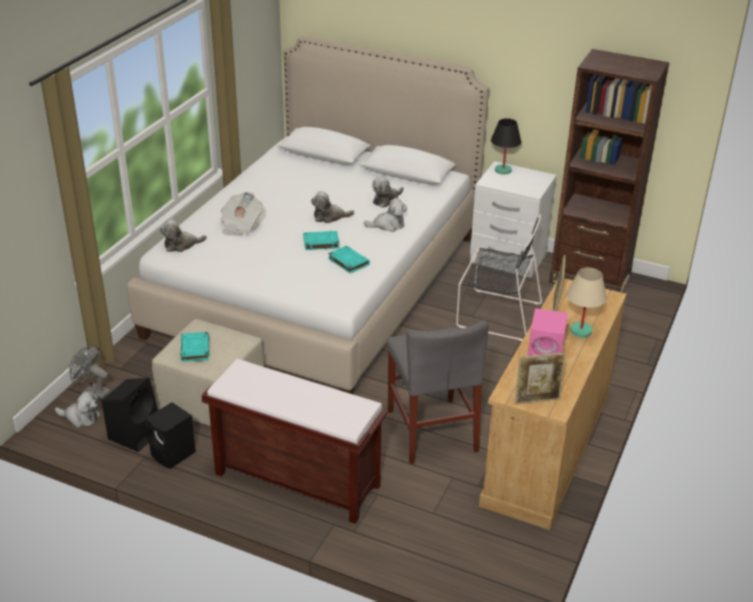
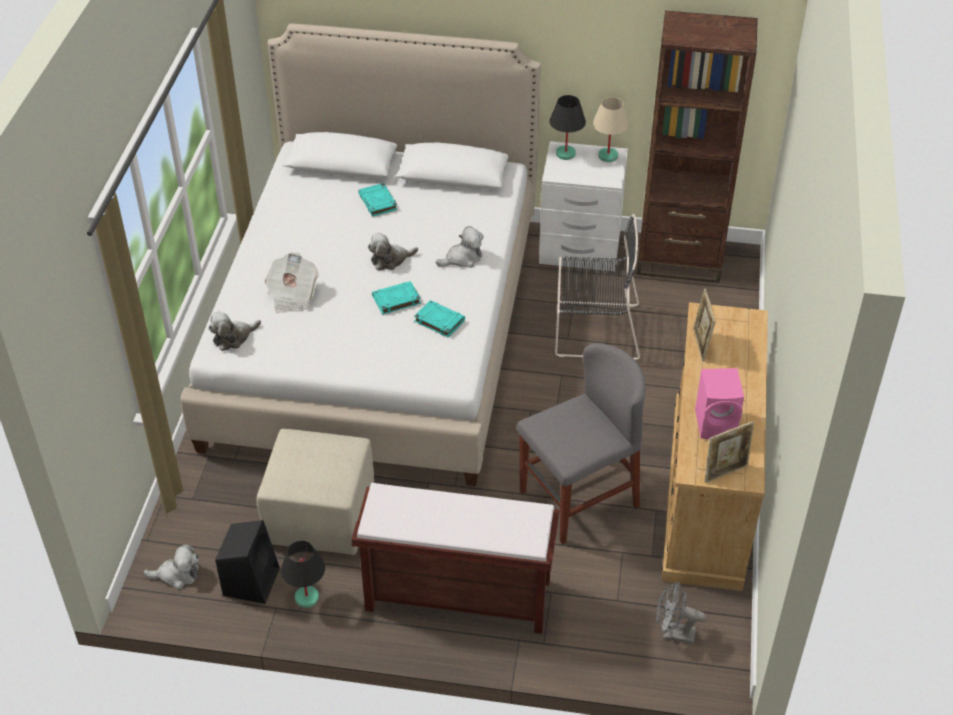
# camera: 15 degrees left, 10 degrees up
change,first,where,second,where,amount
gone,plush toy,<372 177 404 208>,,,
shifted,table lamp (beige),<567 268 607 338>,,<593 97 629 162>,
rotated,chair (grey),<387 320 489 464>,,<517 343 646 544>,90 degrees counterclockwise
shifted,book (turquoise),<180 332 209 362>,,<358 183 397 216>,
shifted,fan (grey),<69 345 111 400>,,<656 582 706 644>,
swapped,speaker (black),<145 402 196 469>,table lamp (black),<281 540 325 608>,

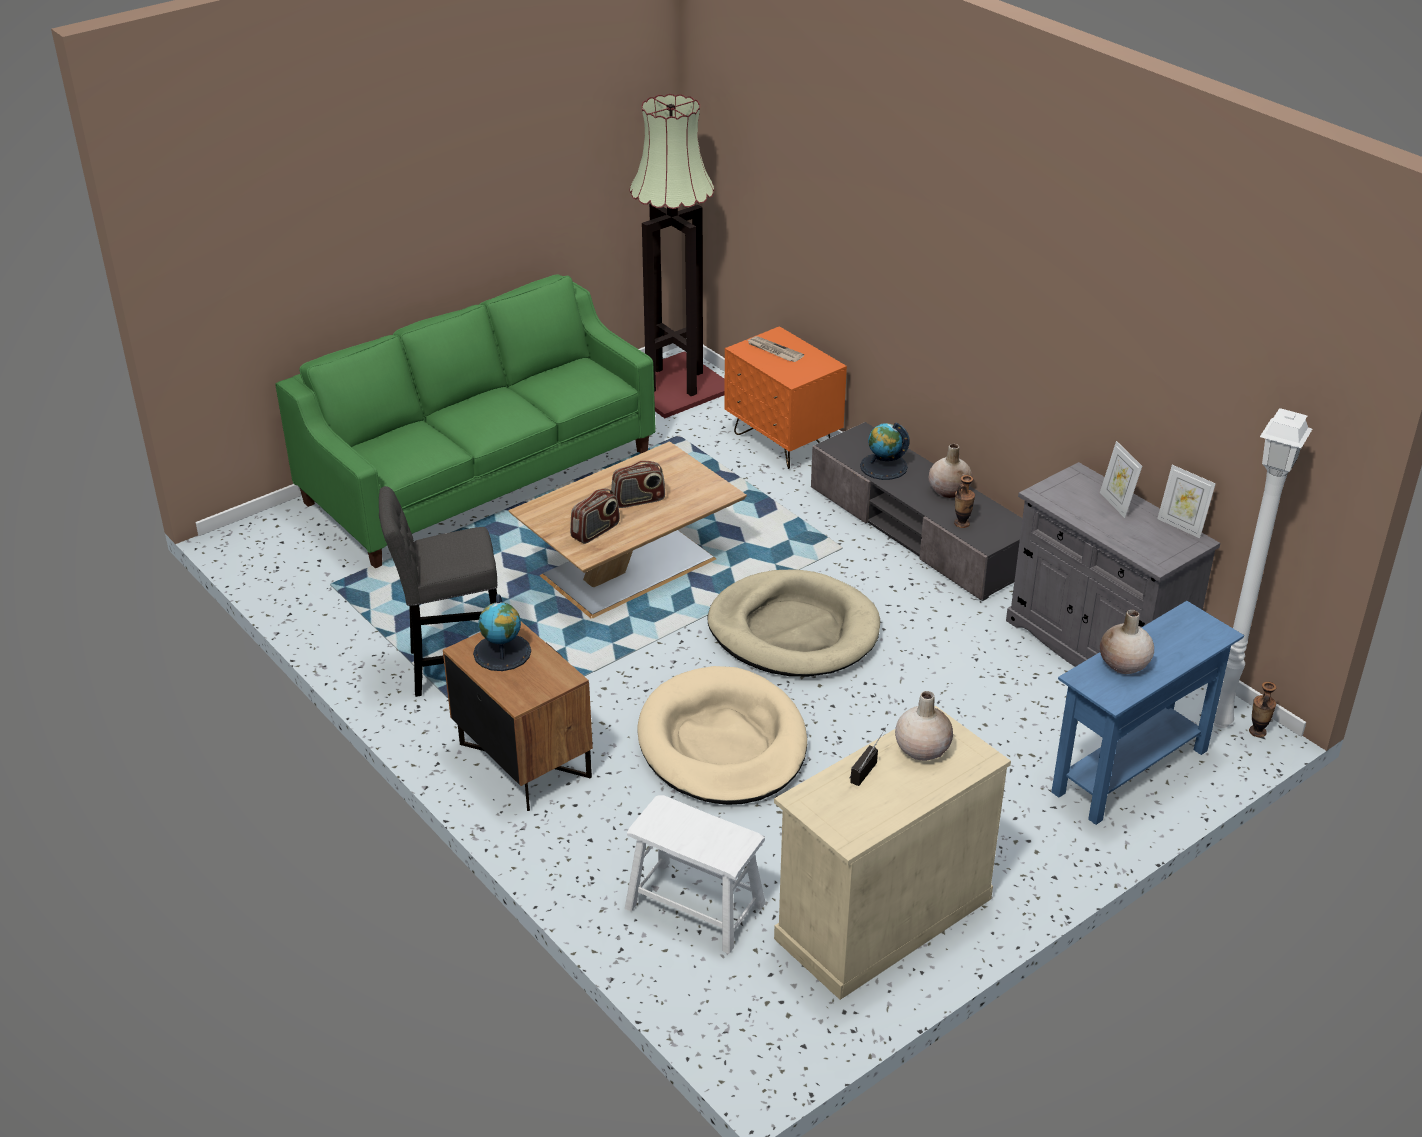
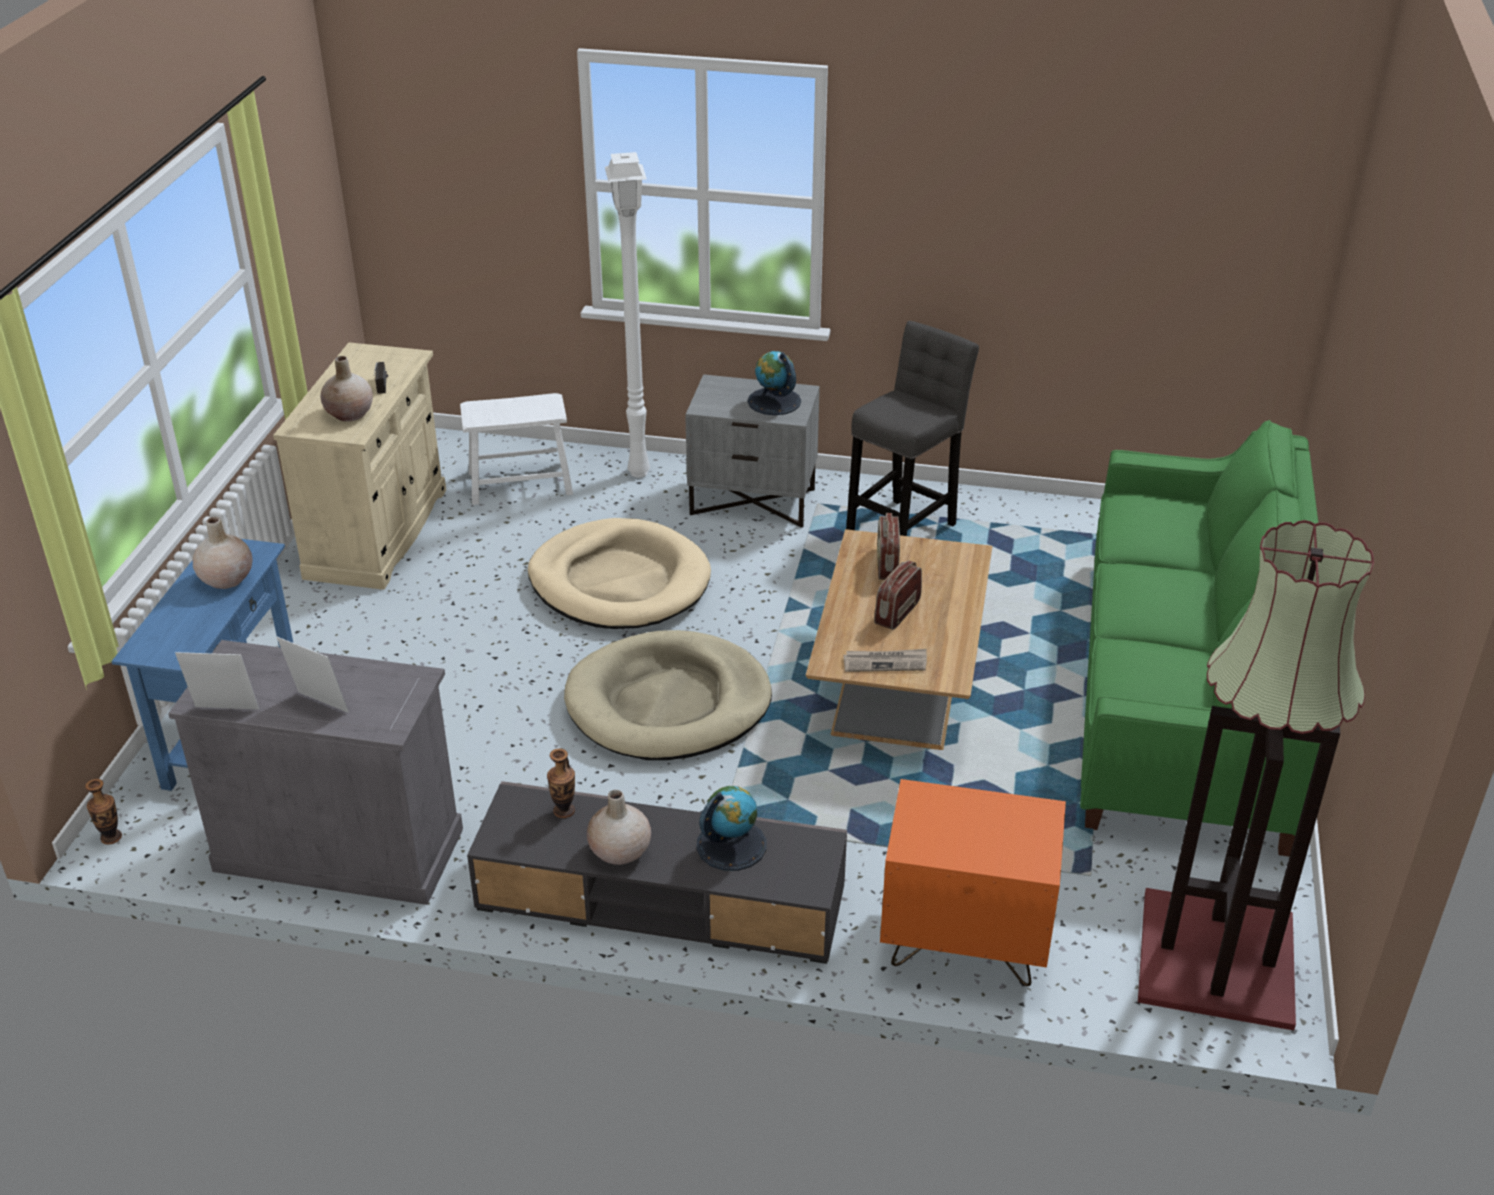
# camera: 140 degrees right, 0 degrees up
change,first,where,second,where,amount
shifted,newspaper,<747 336 804 362>,,<843 649 927 672>,
shifted,floor lamp (white),<1213 408 1312 728>,,<605 152 650 477>,
repainted,nightstand (brown),<443 622 593 811>,nightstand (grey),<685 374 820 528>,

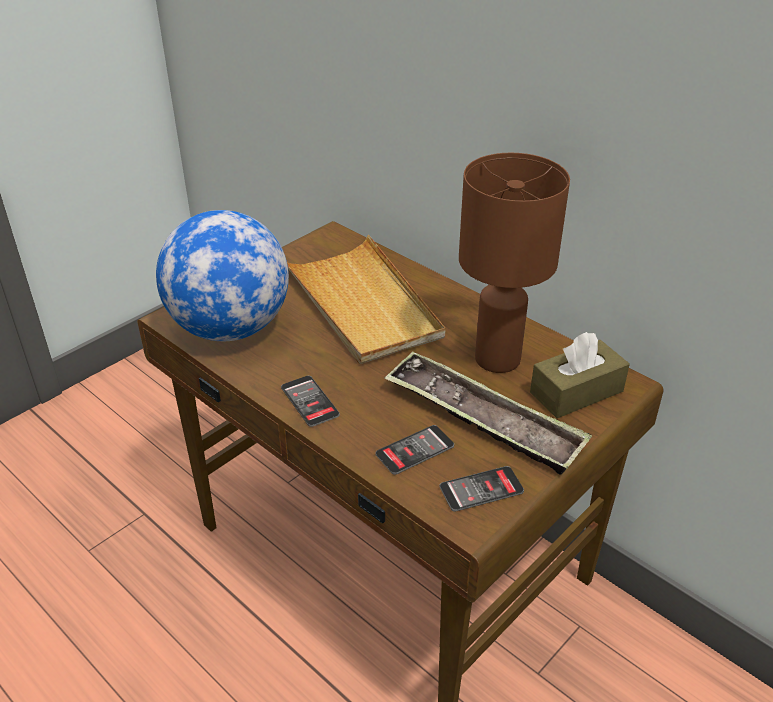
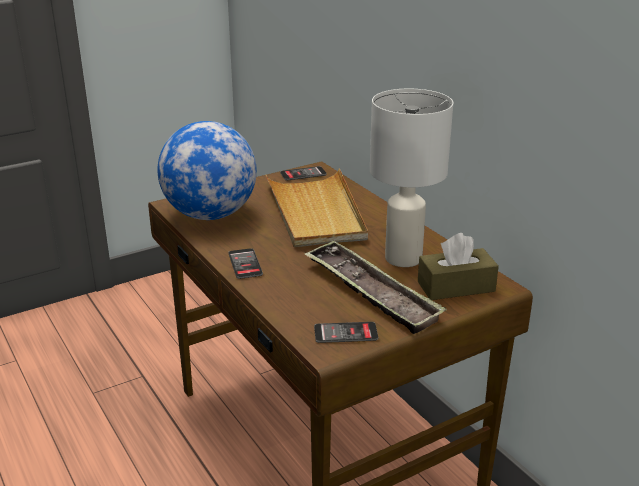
# camera: 15 degrees right, 10 degrees down
change,first,where,second,where,amount
repainted,table lamp (brown),<459 153 570 373>,table lamp (white),<370 89 453 267>,
shifted,phone,<375 425 454 475>,,<280 166 327 181>,

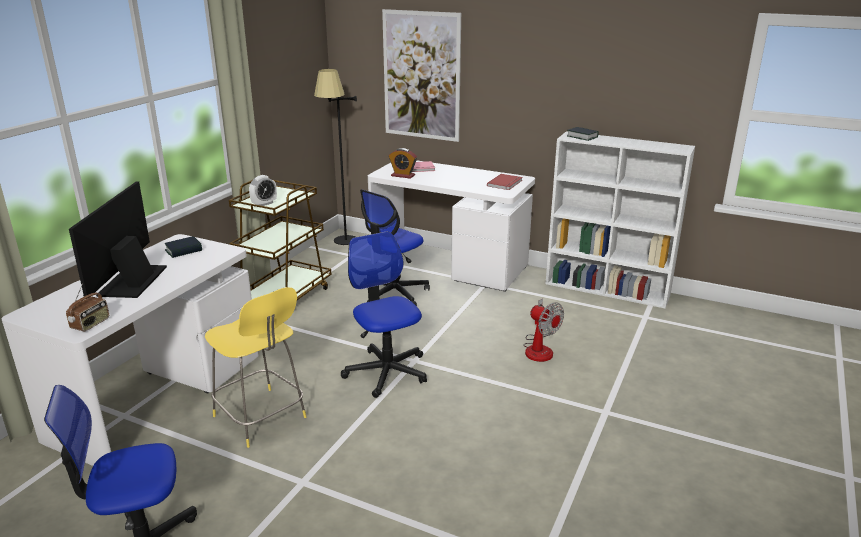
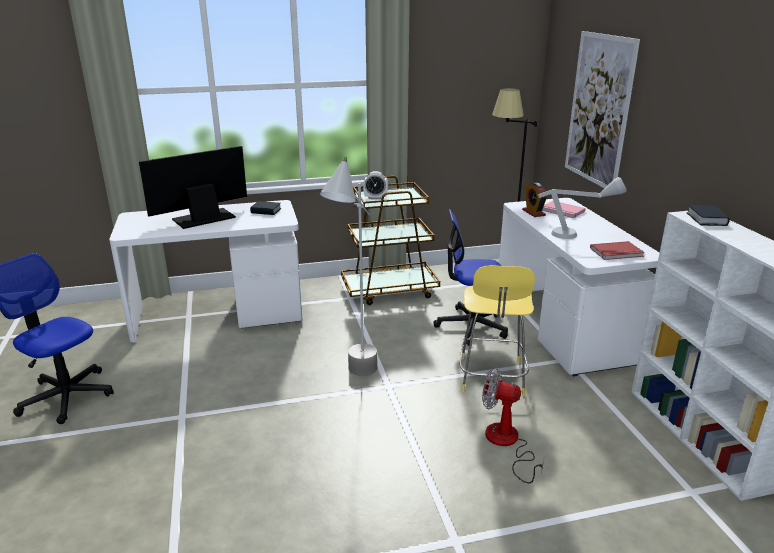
# camera: 50 degrees right, 0 degrees up
change,first,where,second,where,amount
swapped,office chair,<341 232 427 398>,floor lamp (grey),<320 157 377 376>,
gone,radio,<66 283 109 332>,,,
shifted,stool (yellow),<205 287 307 448>,,<460 265 535 396>,
rotated,fan,<523 298 564 362>,,<482 368 545 483>,105 degrees clockwise
new,,,table lamp (grey),<538 177 627 239>,

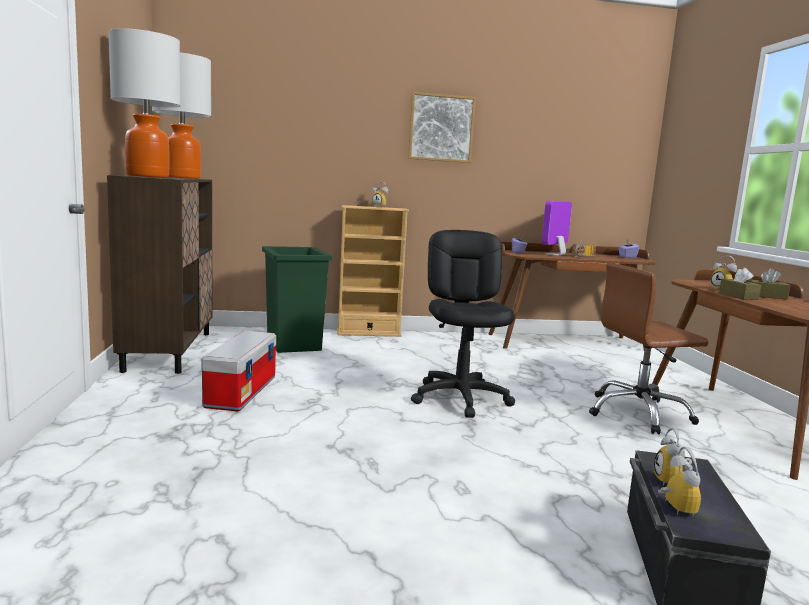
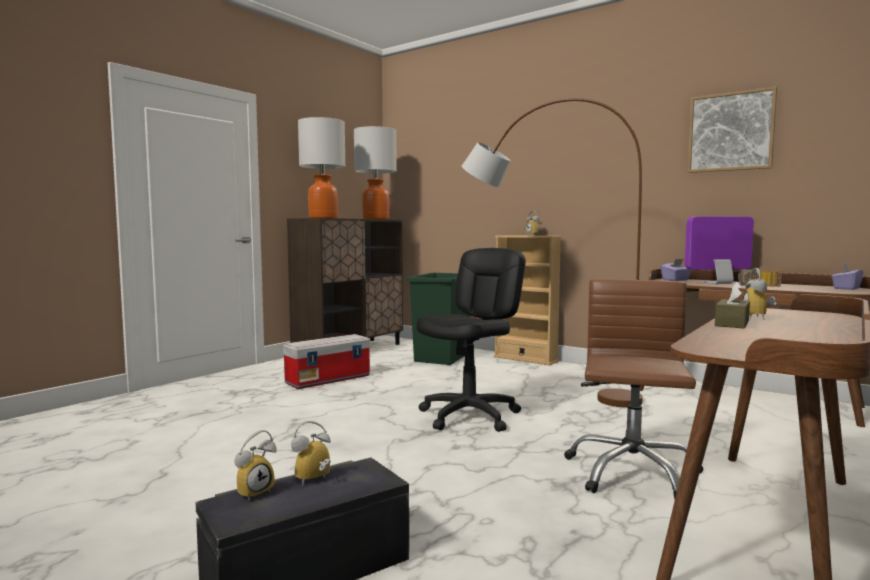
# camera: 45 degrees right, 5 degrees down
change,first,where,second,where,amount
shifted,picture,<408 92 476 163>,,<688 87 777 173>,
rotated,office chair (brown),<589 263 708 434>,,<564 279 703 499>,75 degrees clockwise
gone,tissue box (brown),<748 268 790 300>,,,
new,,,floor lamp (brown),<462 98 643 407>,

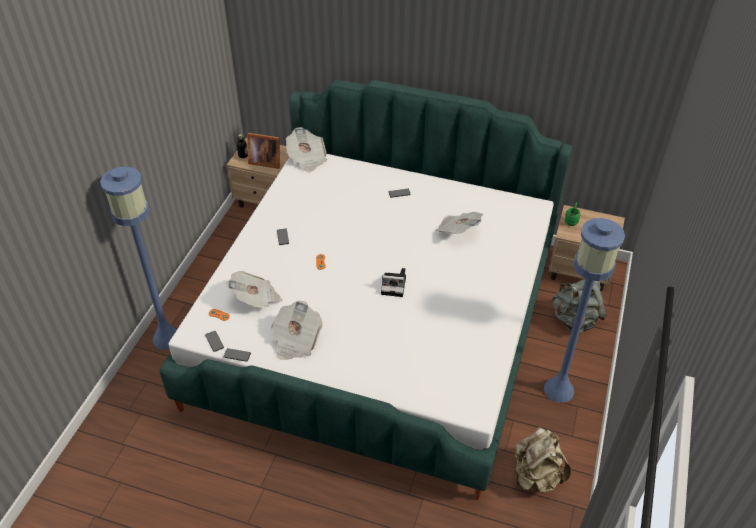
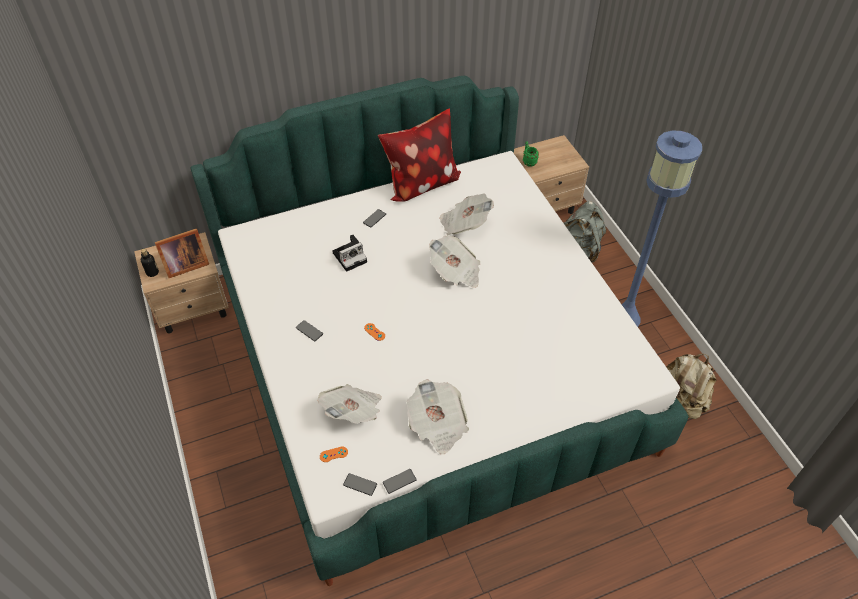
# camera: 40 degrees left, 5 degrees up
change,first,where,second,where,amount
shifted,newspaper,<286 127 327 173>,,<429 236 480 288>,
gone,floor lamp (blue),<100 166 177 350>,,,
shifted,photo camera,<381 268 406 297>,,<333 235 367 272>,
new,,,pillow,<378 109 461 202>,

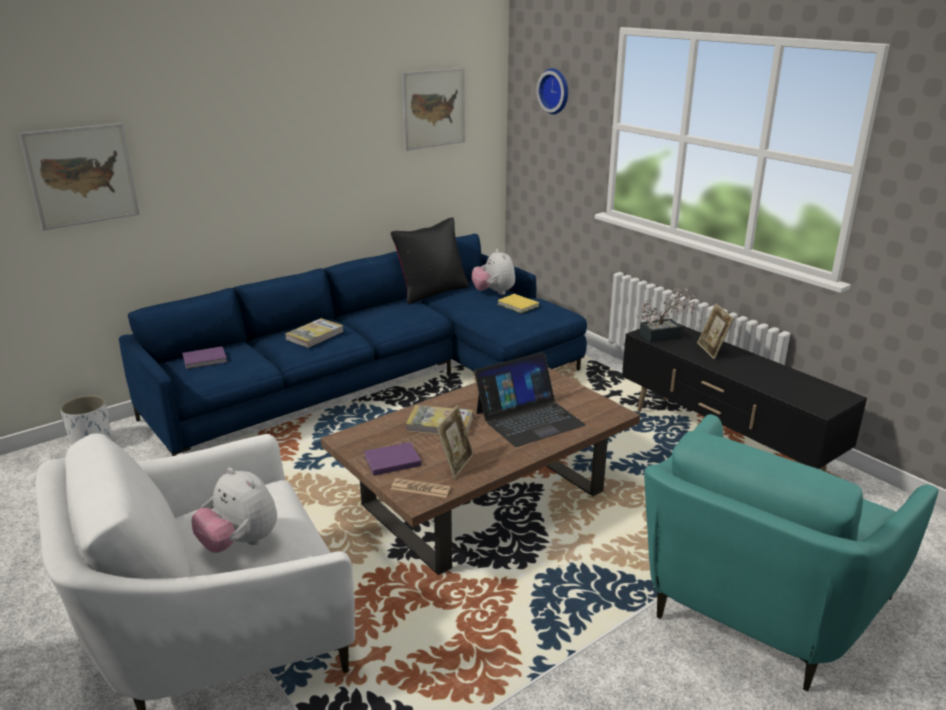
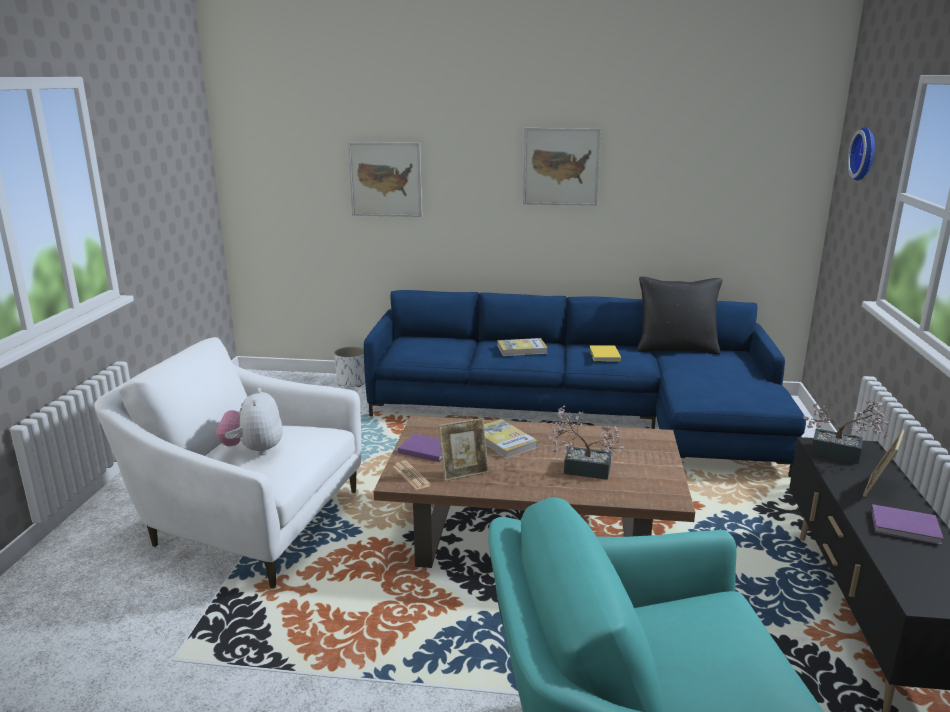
# camera: 45 degrees right, 5 degrees down
change,first,where,second,where,amount
shifted,picture,<402 68 465 151>,,<523 128 601 206>,
gone,plush toy,<472 249 515 295>,,,
shifted,book (yellow),<497 294 539 313>,,<589 345 621 362>,
shifted,book (purple),<182 346 227 369>,,<871 504 944 545>,
swapped,laptop,<474 352 586 447>,potted plant,<548 405 625 480>,

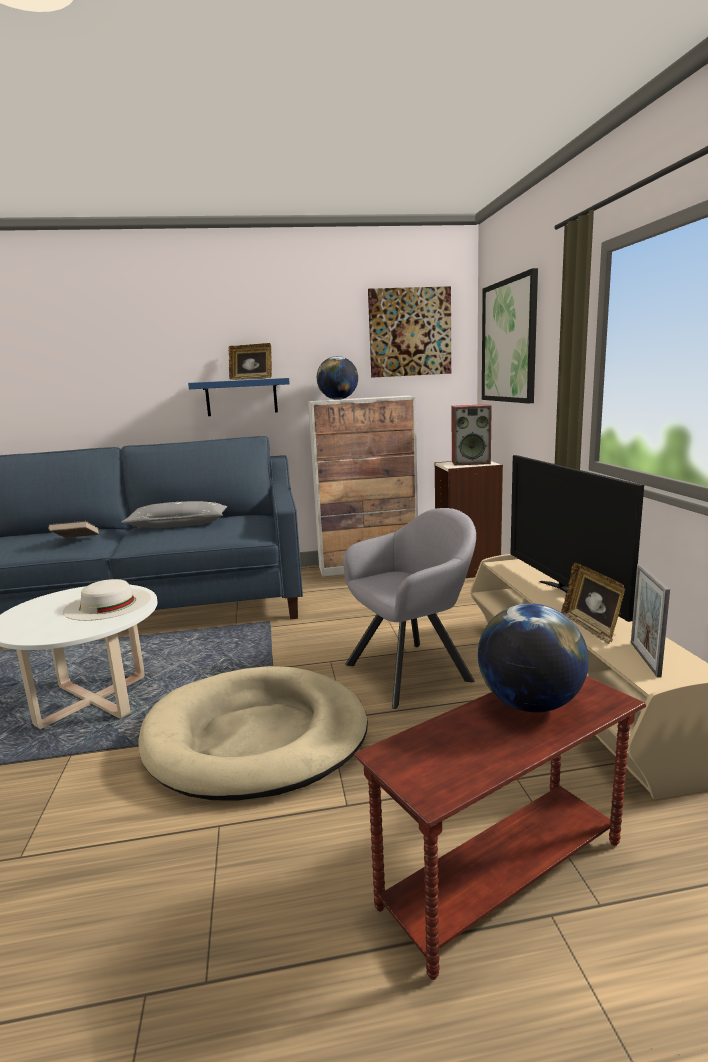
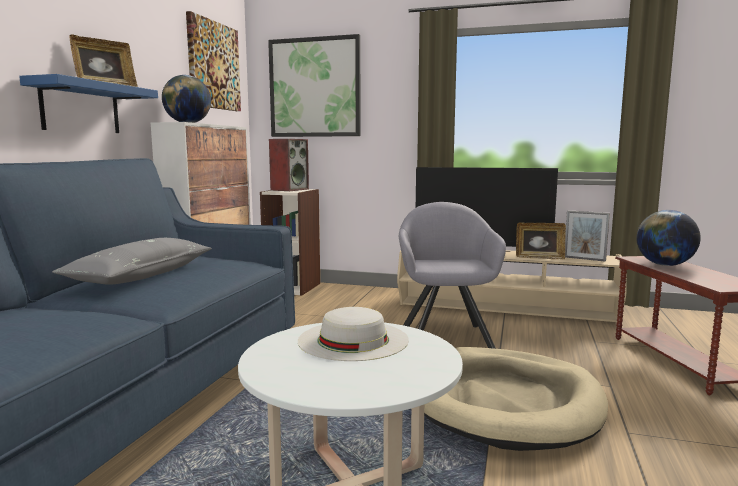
# camera: 65 degrees left, 5 degrees down
change,first,where,second,where,amount
gone,book (brown),<48 521 99 538>,,,

